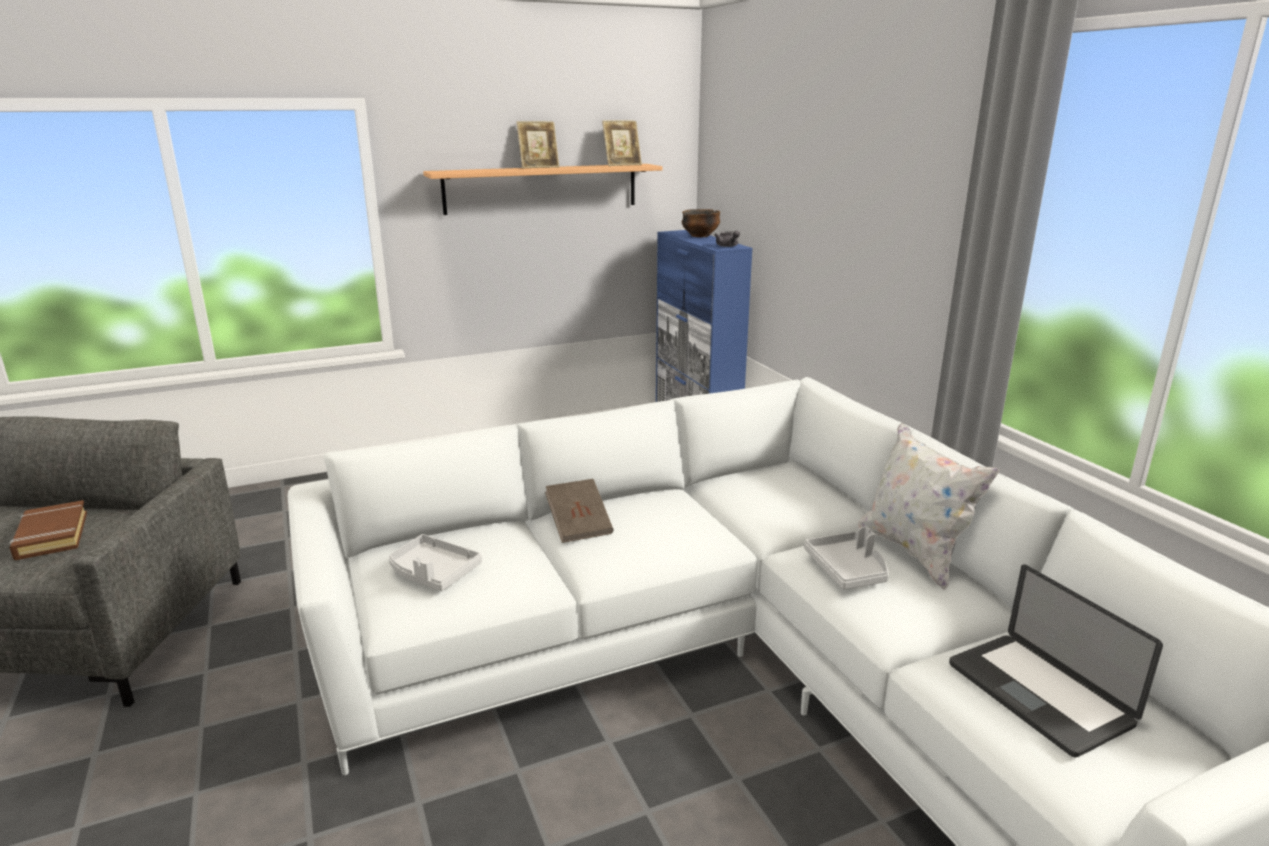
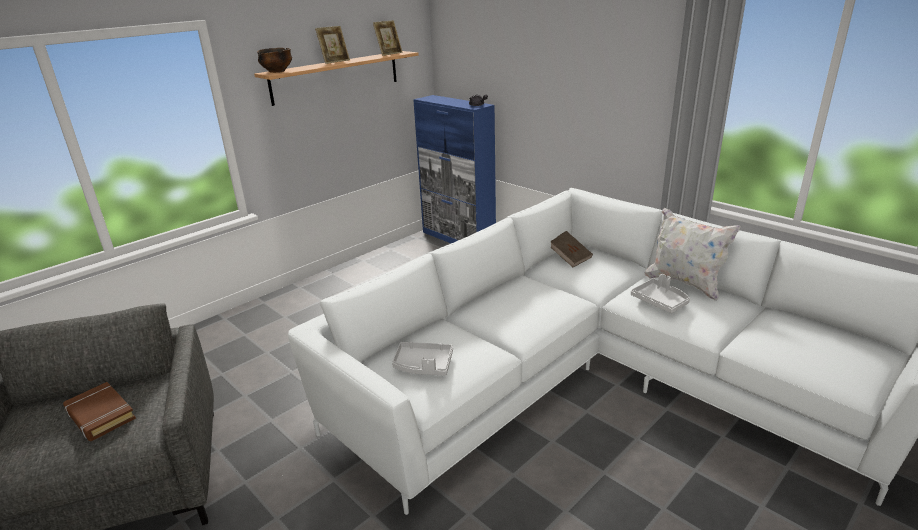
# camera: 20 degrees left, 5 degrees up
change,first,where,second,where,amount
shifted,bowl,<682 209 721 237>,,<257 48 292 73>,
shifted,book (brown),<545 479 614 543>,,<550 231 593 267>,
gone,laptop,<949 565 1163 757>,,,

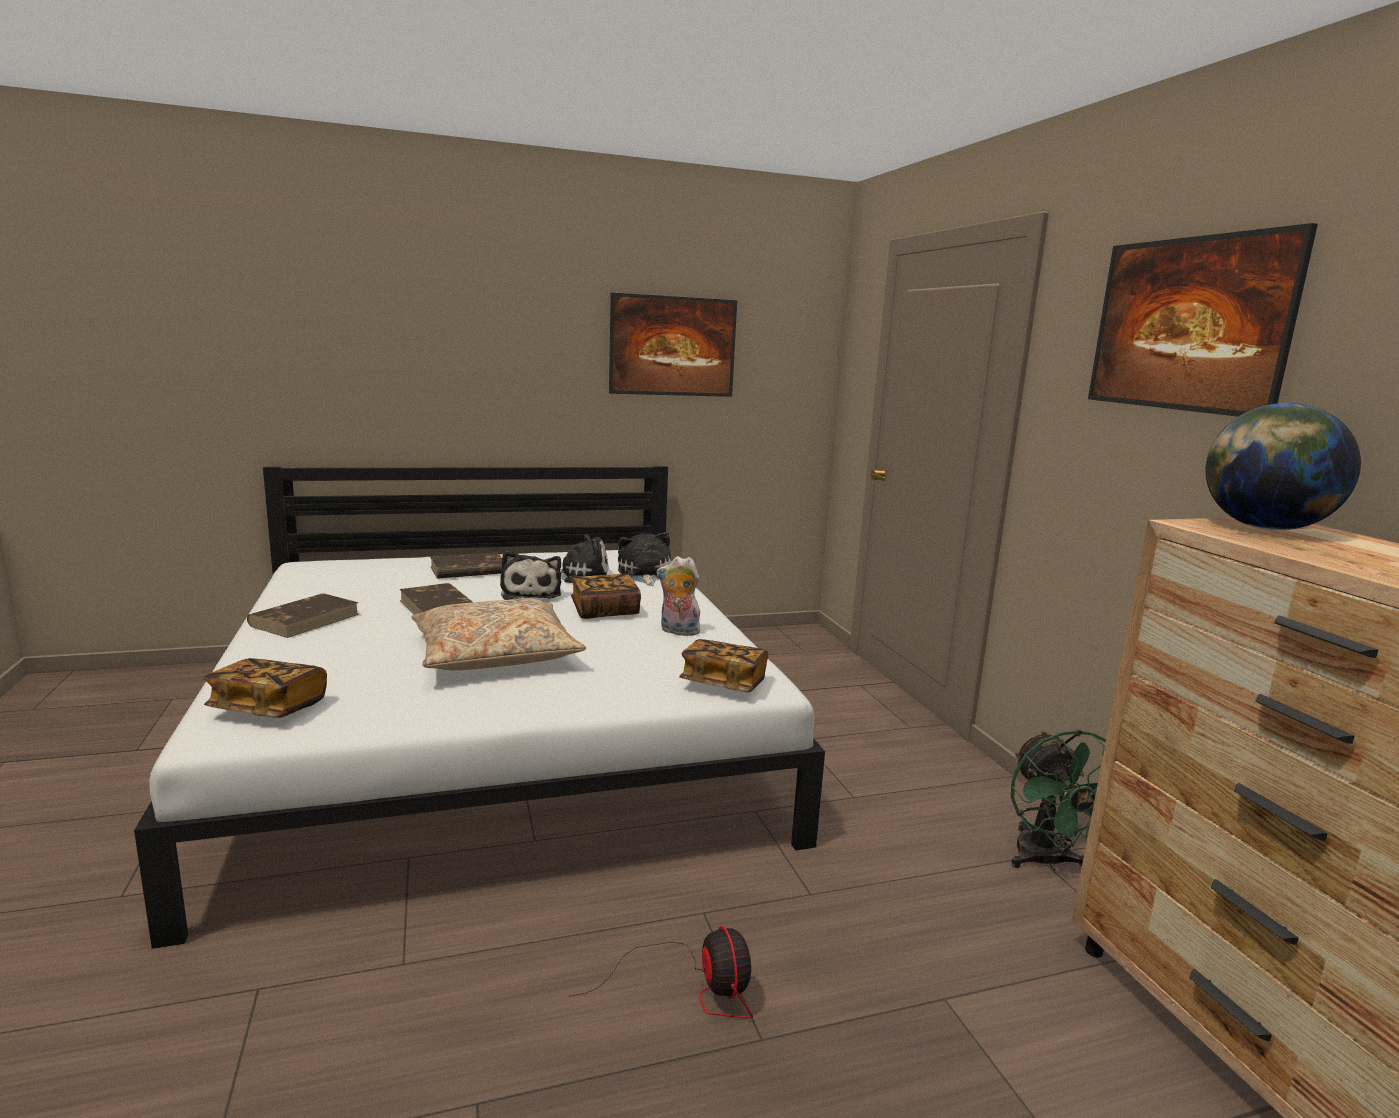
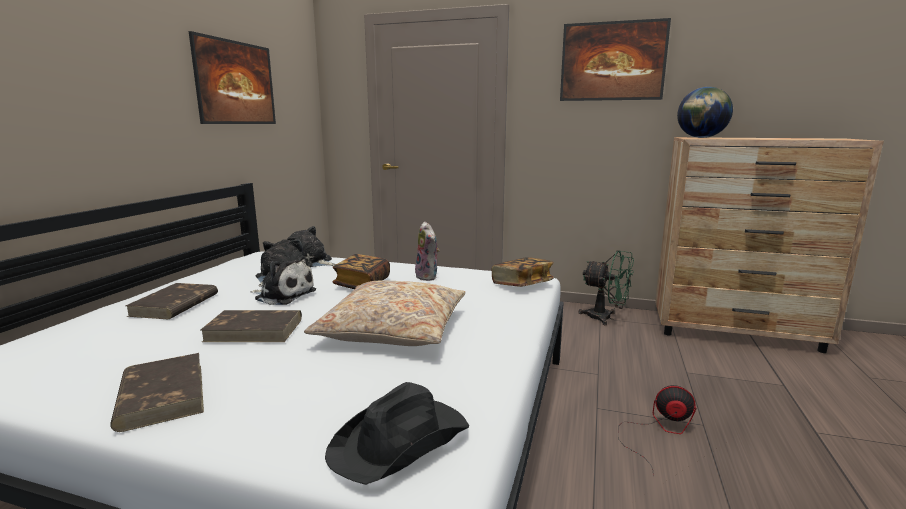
# camera: 55 degrees left, 0 degrees up
change,first,where,second,where,amount
rotated,plush toy,<657 556 703 636>,,<415 221 440 281>,75 degrees counterclockwise
swapped,book,<204 658 327 718>,hat (black),<325 382 469 485>,

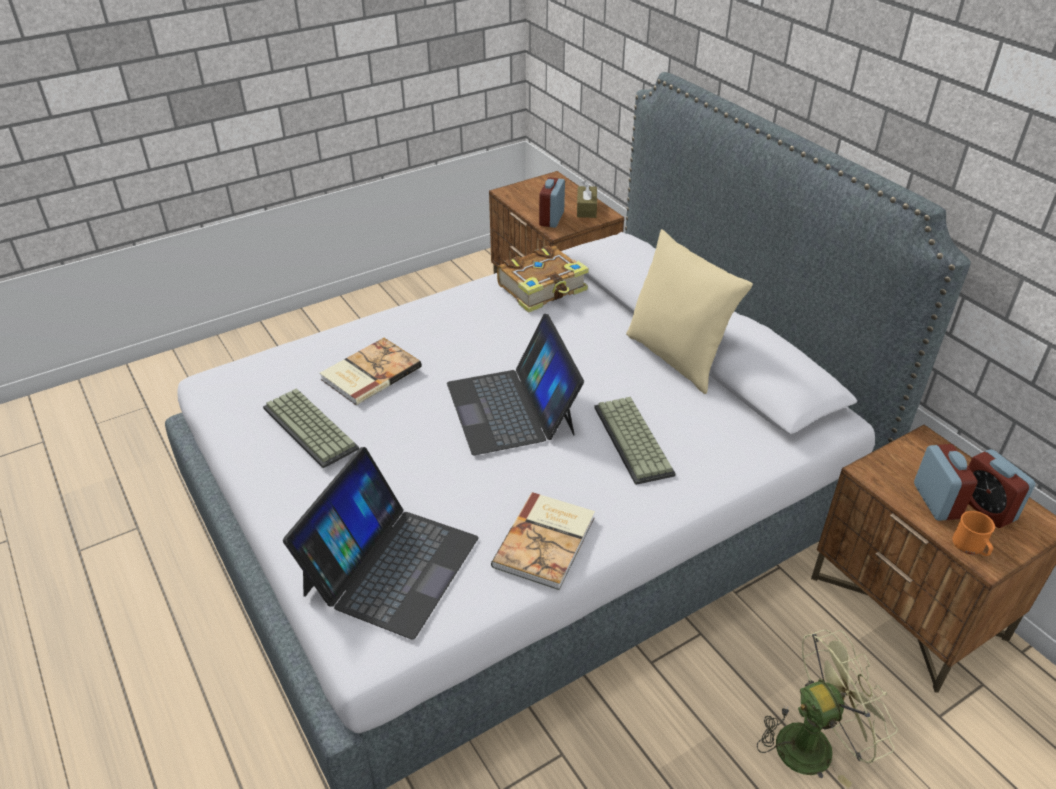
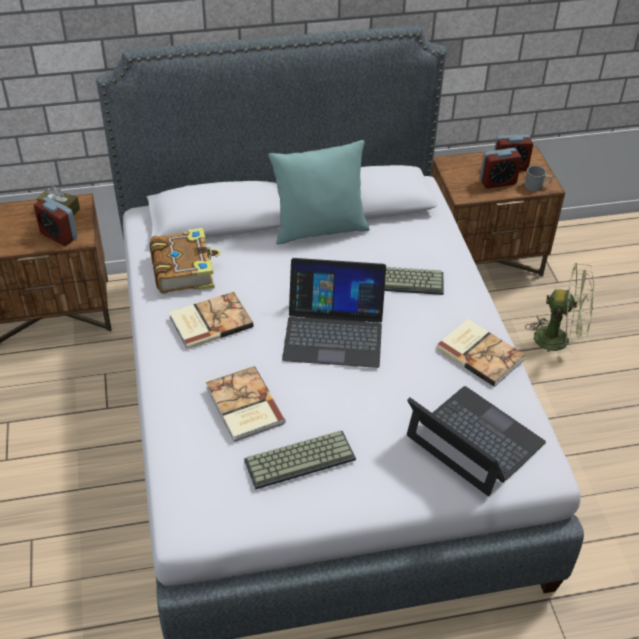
# camera: 70 degrees left, 5 degrees up
change,first,where,second,where,amount
repainted,pillow (beige),<626 229 753 394>,pillow (turquoise),<269 140 370 245>,
rotated,alarm clock,<914 444 977 521>,,<480 148 522 189>,150 degrees clockwise
repainted,mug (orange),<952 511 995 556>,mug (grey),<524 165 552 191>,
rotated,fan (green),<757 629 898 788>,,<525 263 594 363>,105 degrees clockwise
new,,,book,<169 292 254 349>,

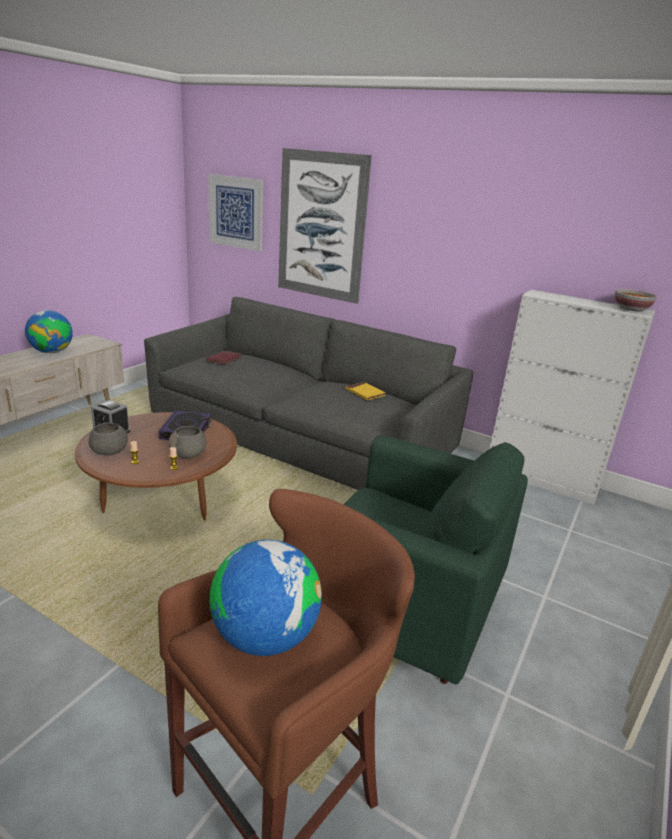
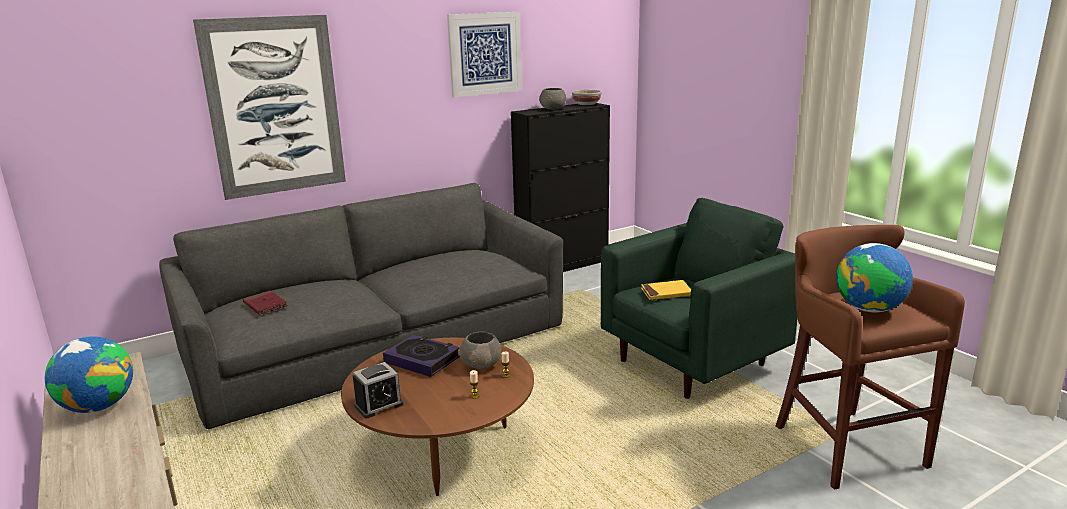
# camera: 60 degrees left, 5 degrees down
change,first,where,second,where,amount
shifted,picture,<208 174 263 251>,,<447 12 522 98>,
repainted,cabinet (white),<490 290 655 505>,cabinet (black),<511 103 610 272>,
shifted,book (yellow),<345 382 385 400>,,<641 280 691 300>,
shifted,bowl (grey),<88 423 128 455>,,<539 88 566 110>,

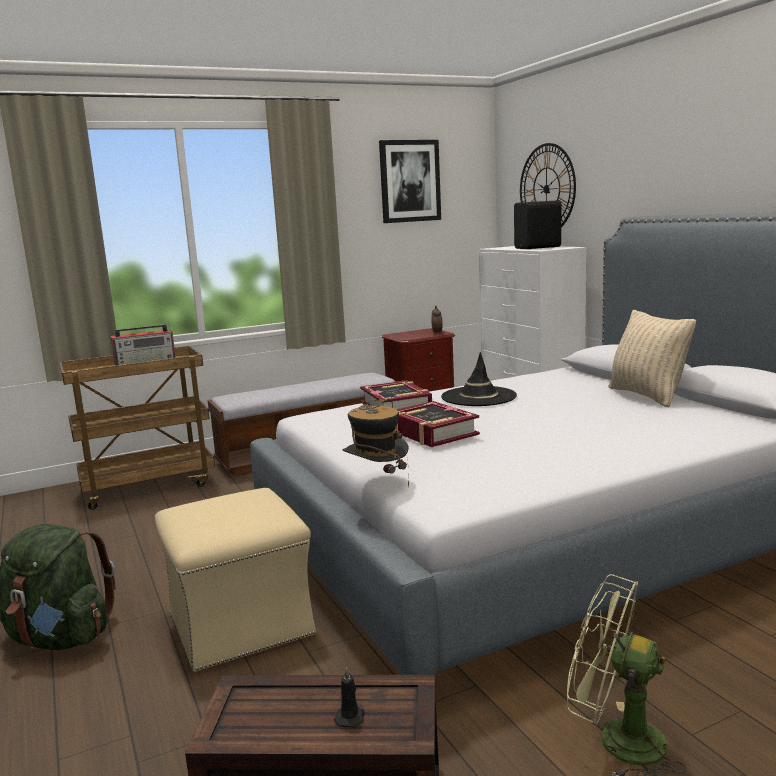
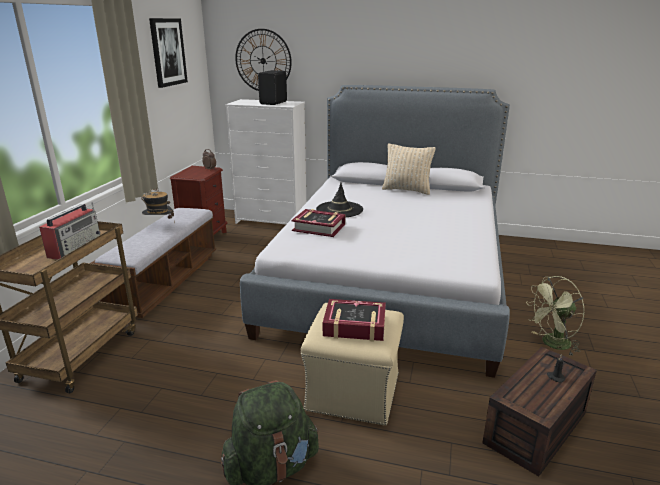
# camera: 50 degrees left, 10 degrees up
change,first,where,second,where,amount
shifted,hat,<343 399 409 487>,,<141 188 175 223>,
shifted,book,<396 401 480 447>,,<323 299 386 342>,

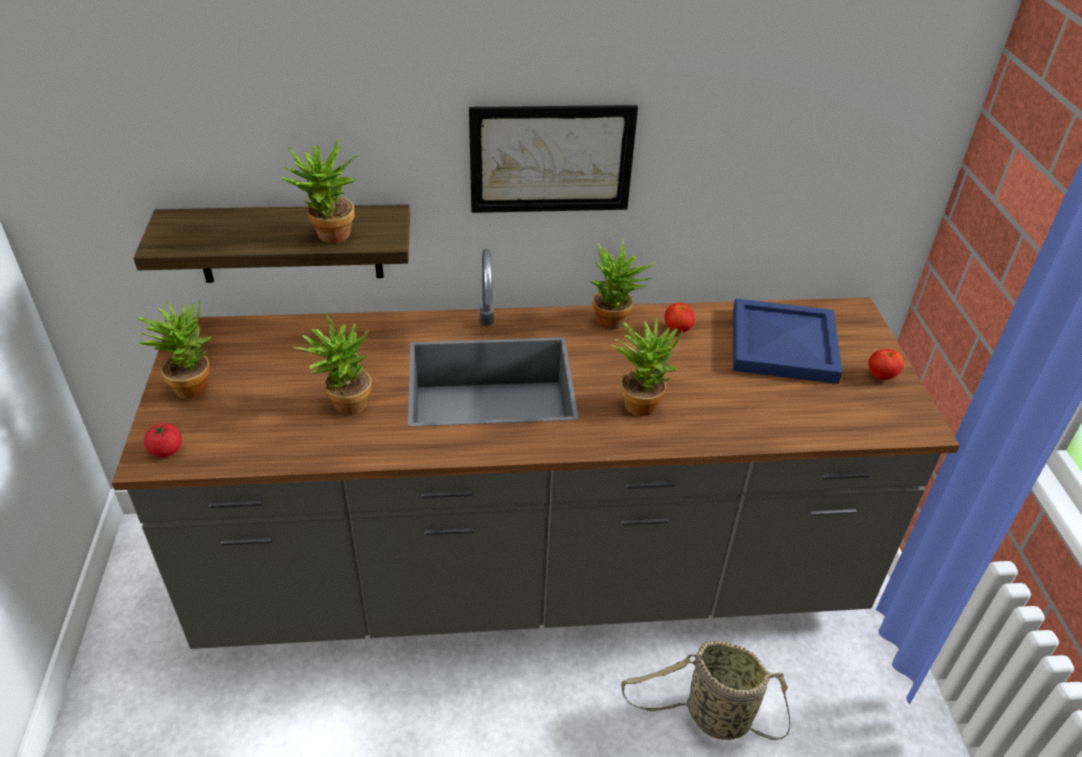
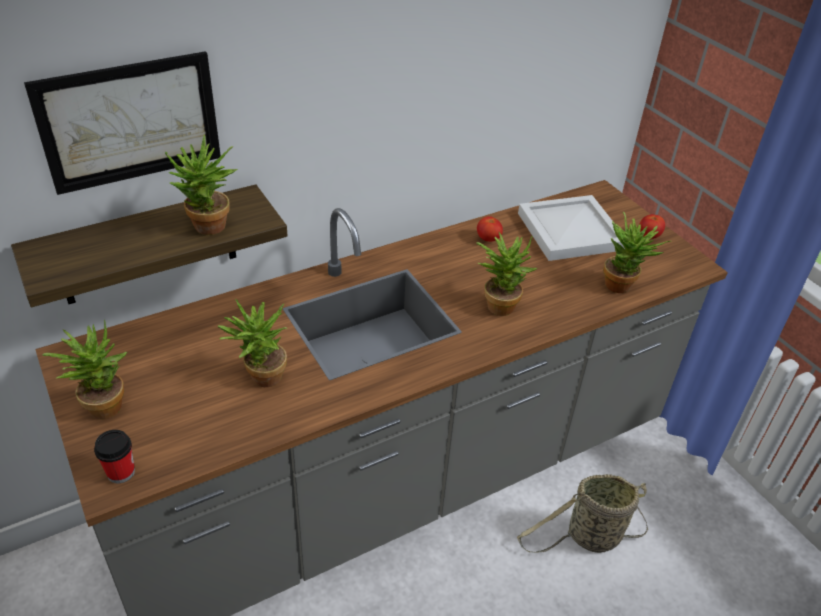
# camera: 25 degrees left, 0 degrees up
change,first,where,second,where,amount
shifted,picture,<469 105 638 213>,,<24 51 221 195>,
shifted,potted plant,<590 239 656 330>,,<603 211 672 293>,
repainted,tray (blue),<733 298 842 384>,tray (white),<518 195 625 261>,
swapped,tomato,<144 423 182 457>,cup,<94 430 135 483>,

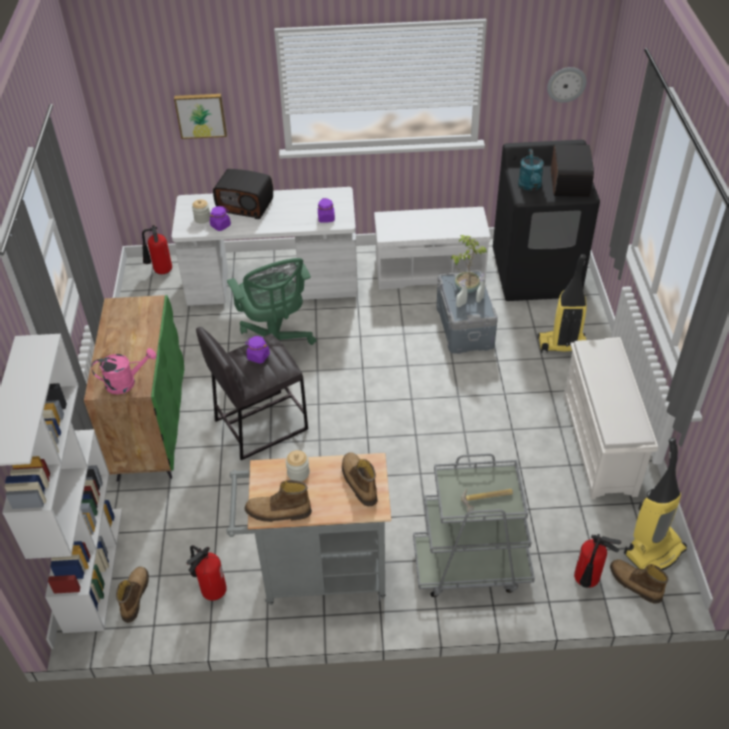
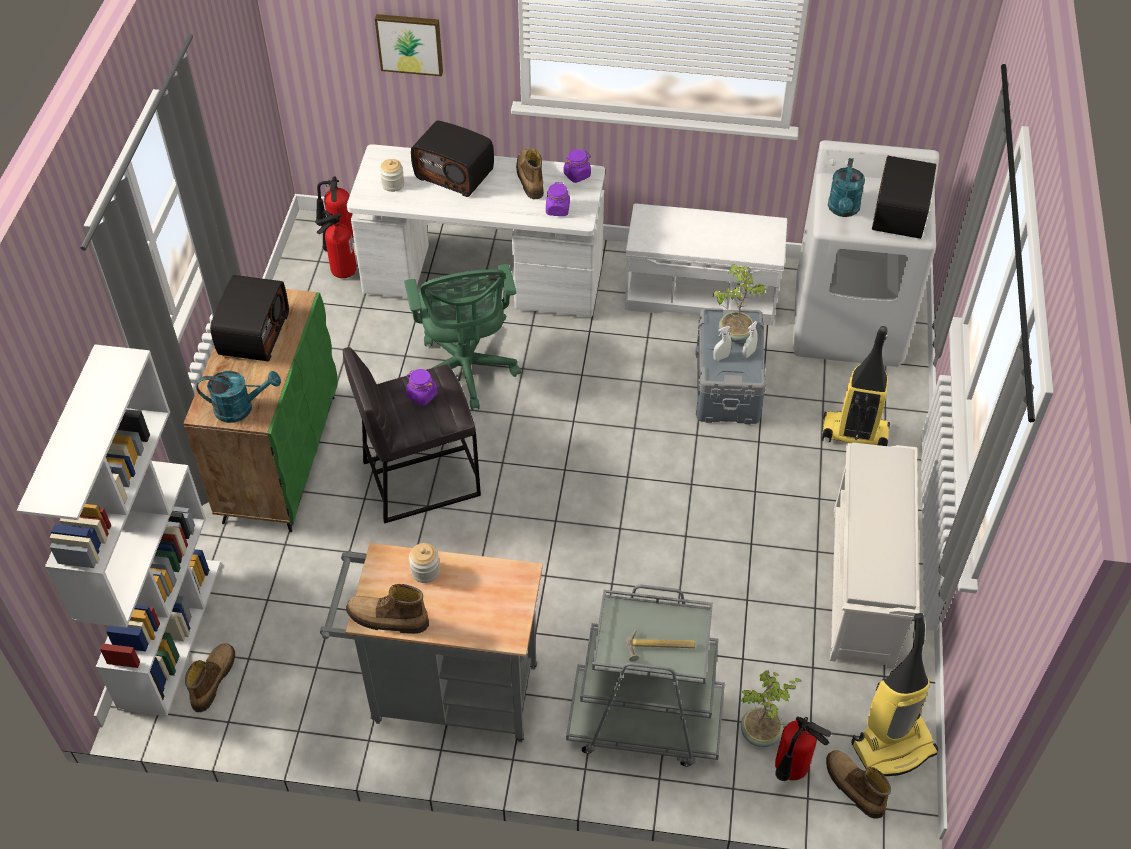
# camera: 10 degrees right, 5 degrees up
change,first,where,second,where,amount
gone,wall clock,<547 67 587 103>,,,
repainted,washing machine (black),<493 140 600 301>,washing machine (white),<793 140 939 367>,
shifted,jar (purple),<210 206 231 231>,,<564 149 591 183>,
repainted,watering can (pink),<91 348 156 394>,watering can (turquoise),<197 371 281 423>,
shifted,boot,<342 452 378 506>,,<516 149 544 199>,
shifted,fire extinguisher,<186 545 227 601>,,<315 211 357 278>,
new,,,radio,<210 275 289 361>,
new,,,potted plant,<740 670 801 747>,

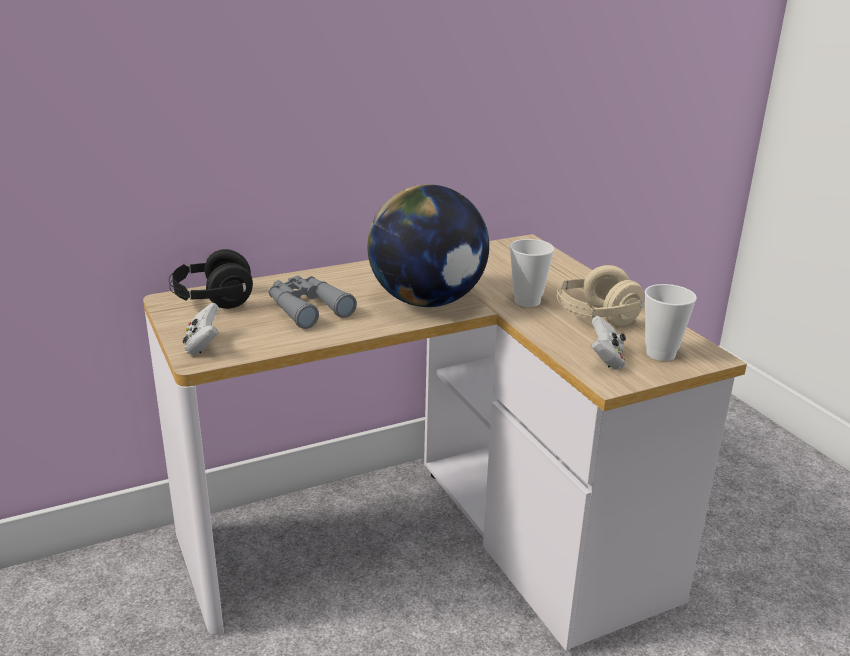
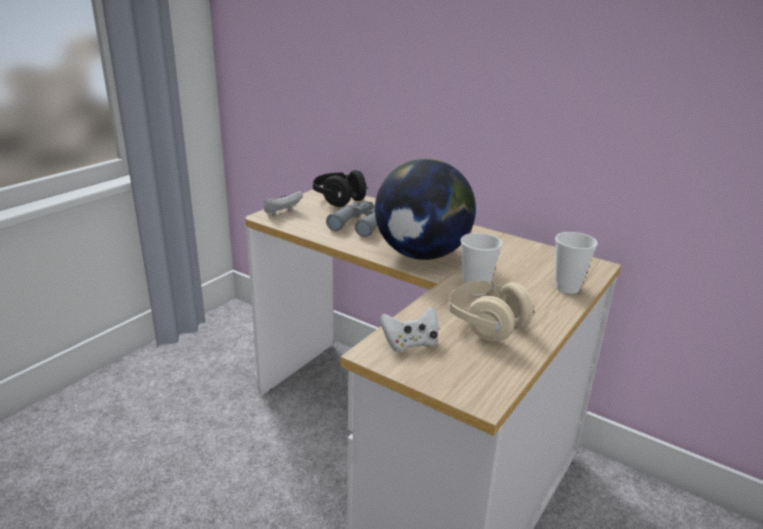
# camera: 60 degrees right, 0 degrees up
change,first,where,second,where,amount
shifted,cup,<645 284 697 361>,,<555 232 598 294>,

